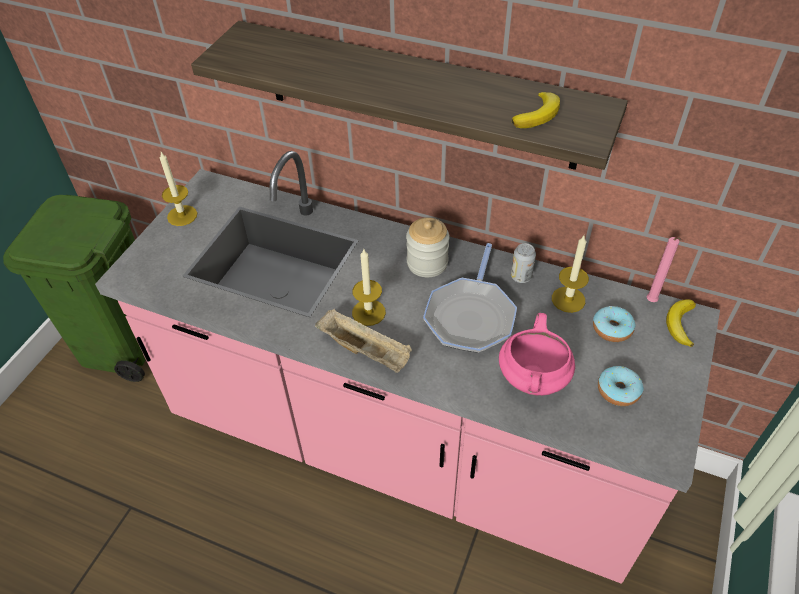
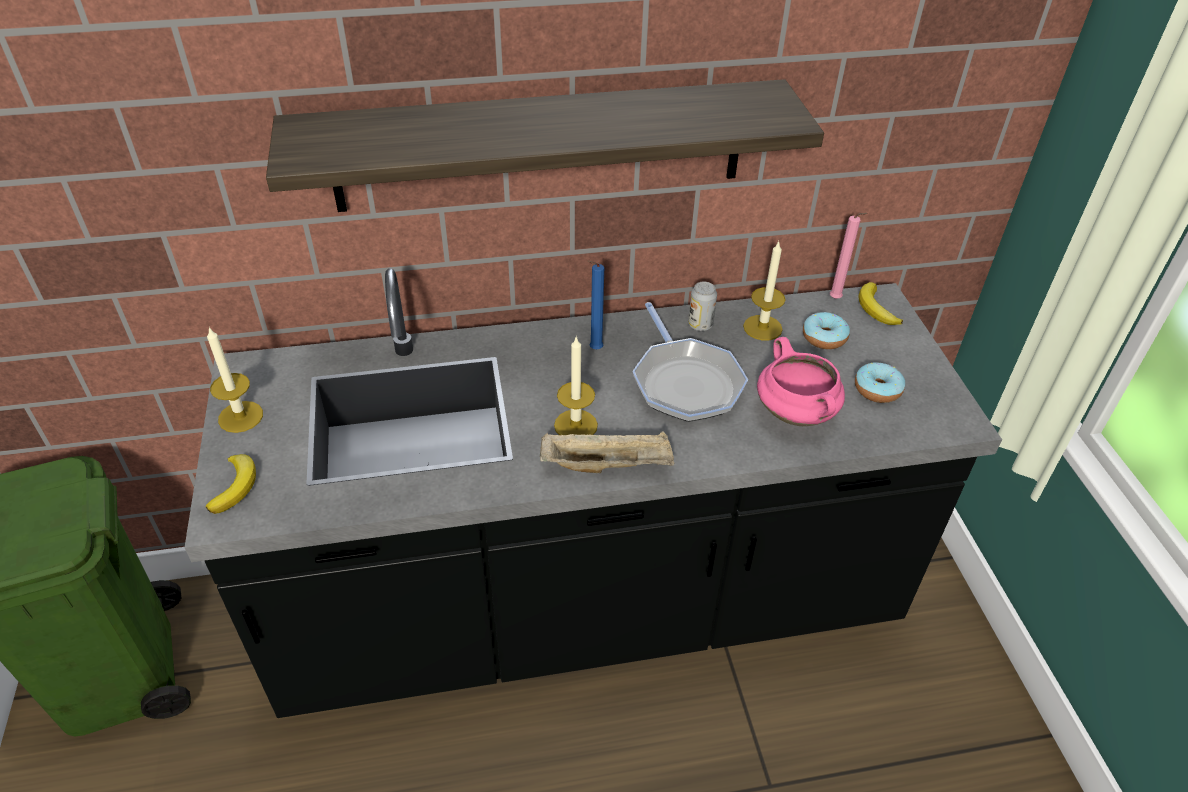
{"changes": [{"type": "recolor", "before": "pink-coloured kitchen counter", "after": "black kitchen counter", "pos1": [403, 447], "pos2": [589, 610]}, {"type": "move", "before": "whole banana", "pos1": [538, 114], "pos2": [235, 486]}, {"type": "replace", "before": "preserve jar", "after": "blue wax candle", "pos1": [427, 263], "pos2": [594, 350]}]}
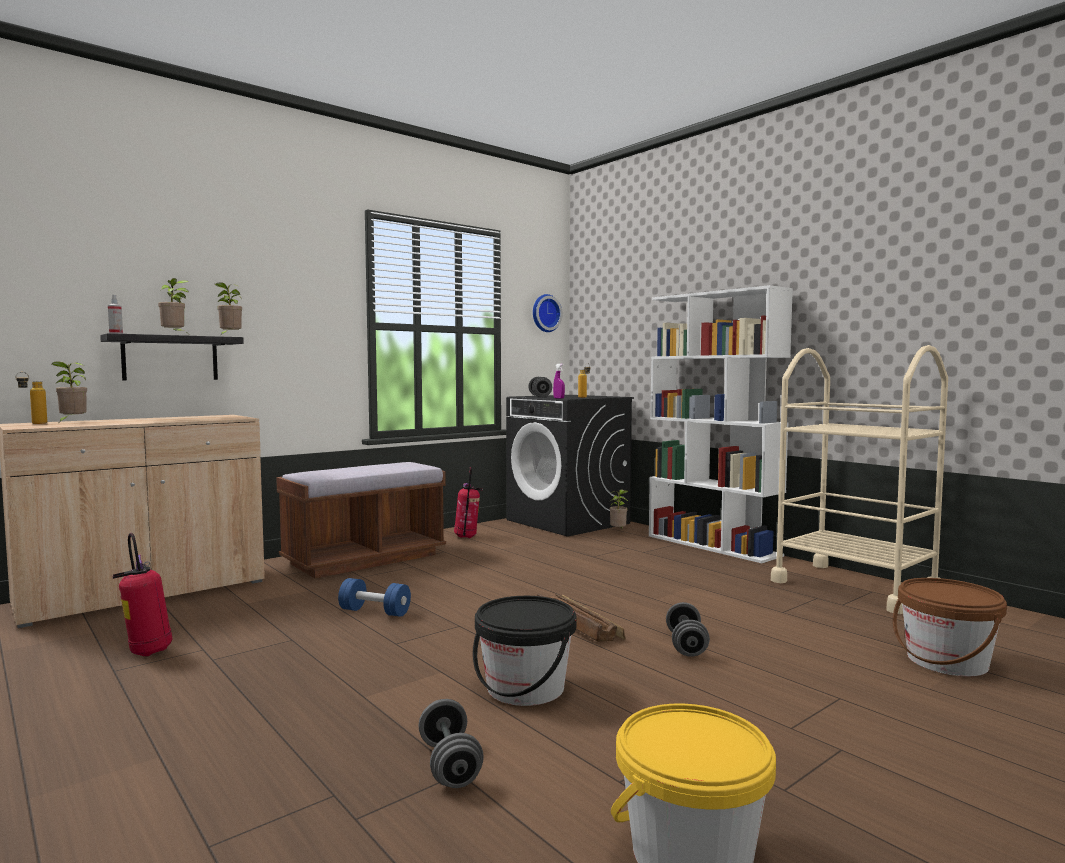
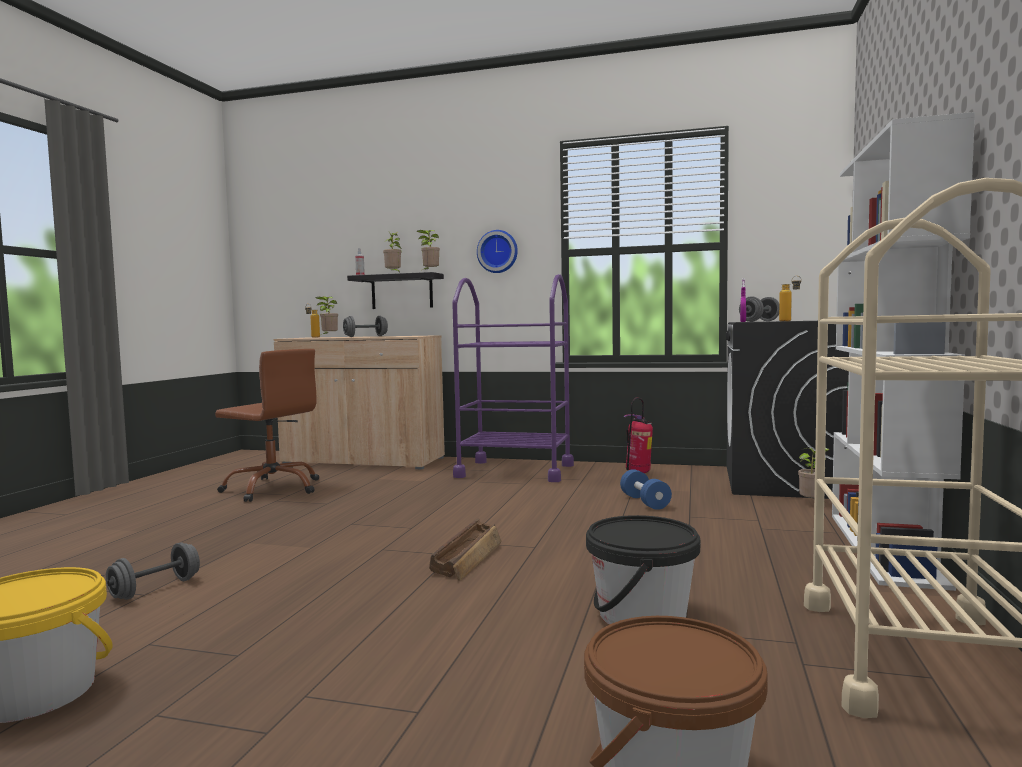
{"changes": [{"type": "replace", "before": "fire-fighting cylinder", "after": "brownish desk chair", "pos1": [147, 652], "pos2": [273, 488]}, {"type": "move", "before": "grey free weight", "pos1": [686, 645], "pos2": [365, 336]}, {"type": "replace", "before": "brownish bench", "after": "purple wheeled cart", "pos1": [365, 559], "pos2": [515, 471]}, {"type": "move", "before": "hanging clock", "pos1": [545, 313], "pos2": [498, 251]}, {"type": "move", "before": "black water bucket", "pos1": [525, 688], "pos2": [642, 615]}, {"type": "move", "before": "blue free weight", "pos1": [375, 612], "pos2": [645, 502]}]}
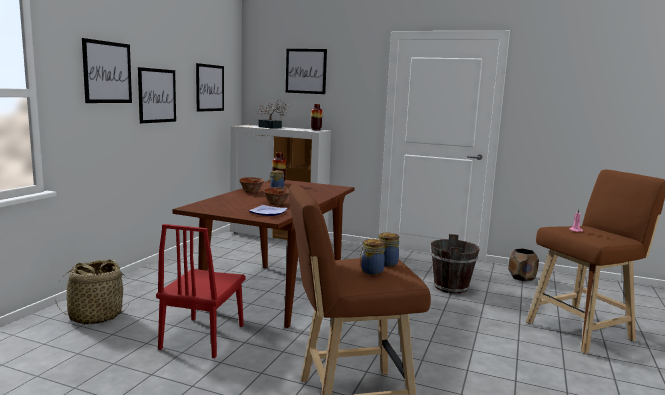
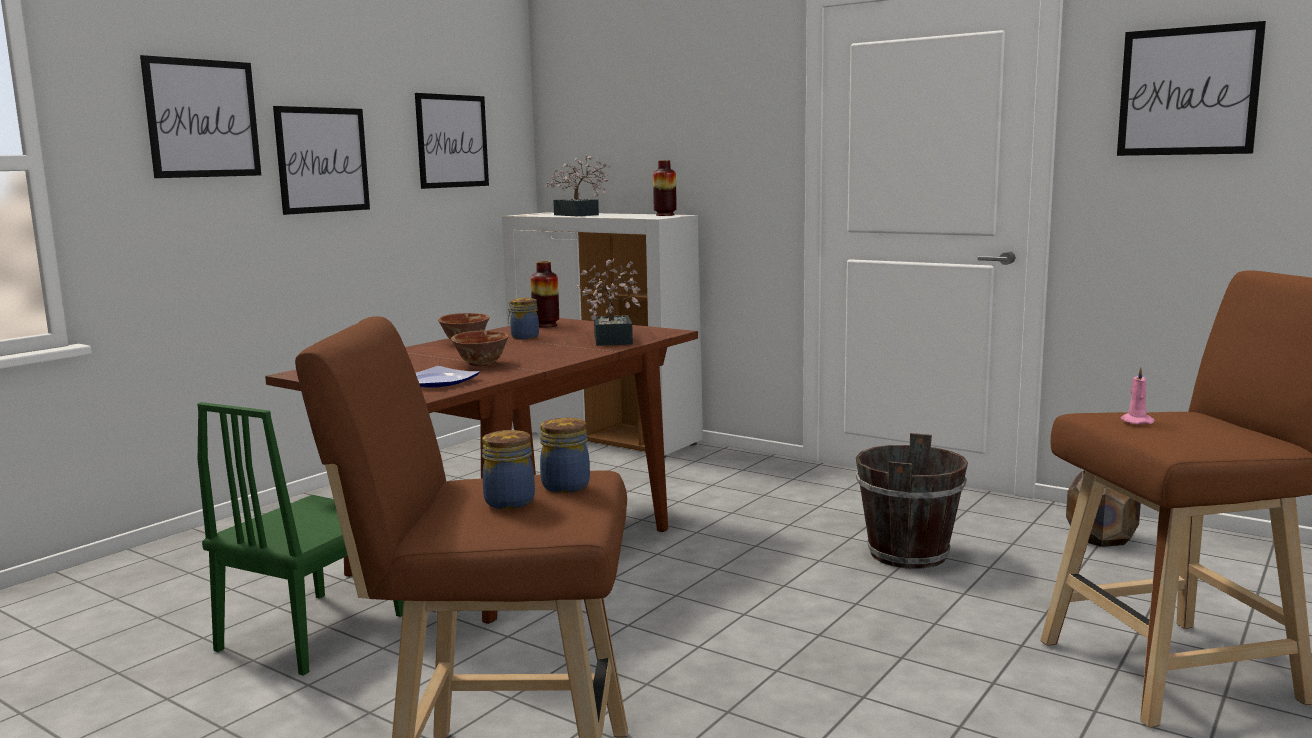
{"changes": [{"type": "recolor", "before": "reddish plain chair", "after": "green plain chair", "pos1": [203, 336], "pos2": [313, 631]}, {"type": "insert", "after": "potted plant", "pos2": [613, 338]}, {"type": "move", "before": "picture", "pos1": [306, 71], "pos2": [1188, 91]}, {"type": "delete", "before": "basket", "pos1": [95, 316]}]}
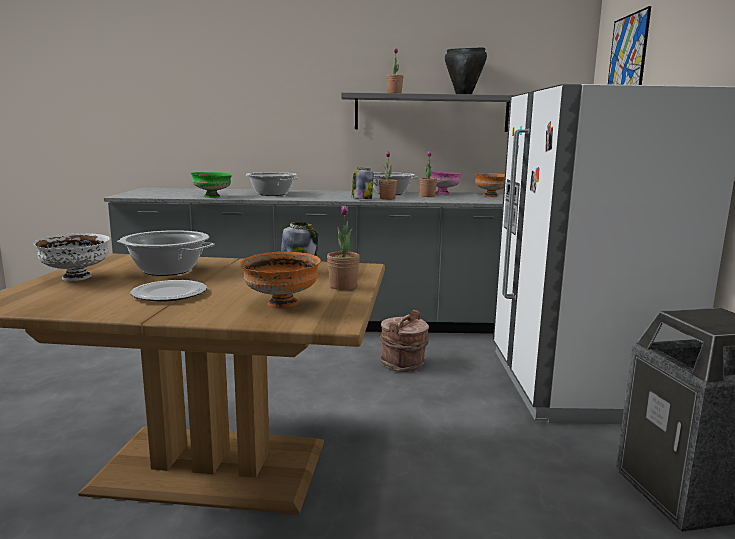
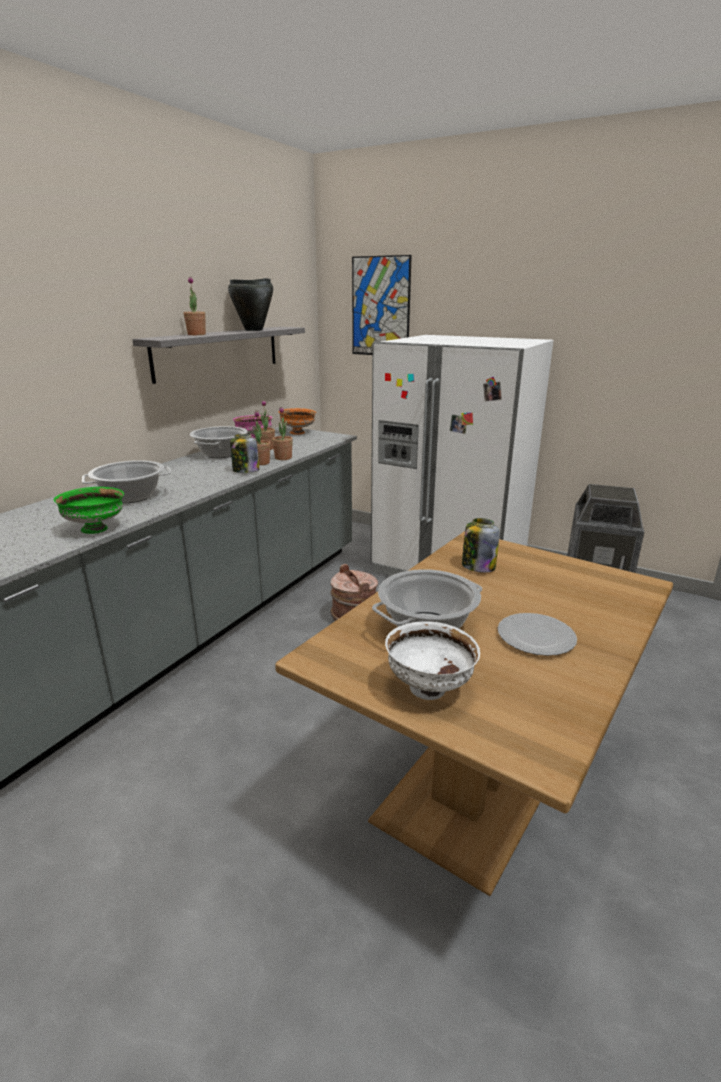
{"changes": [{"type": "move", "before": "potted plant", "pos1": [343, 286], "pos2": [283, 458]}, {"type": "delete", "before": "orange-coloured bowl", "pos1": [282, 304]}]}
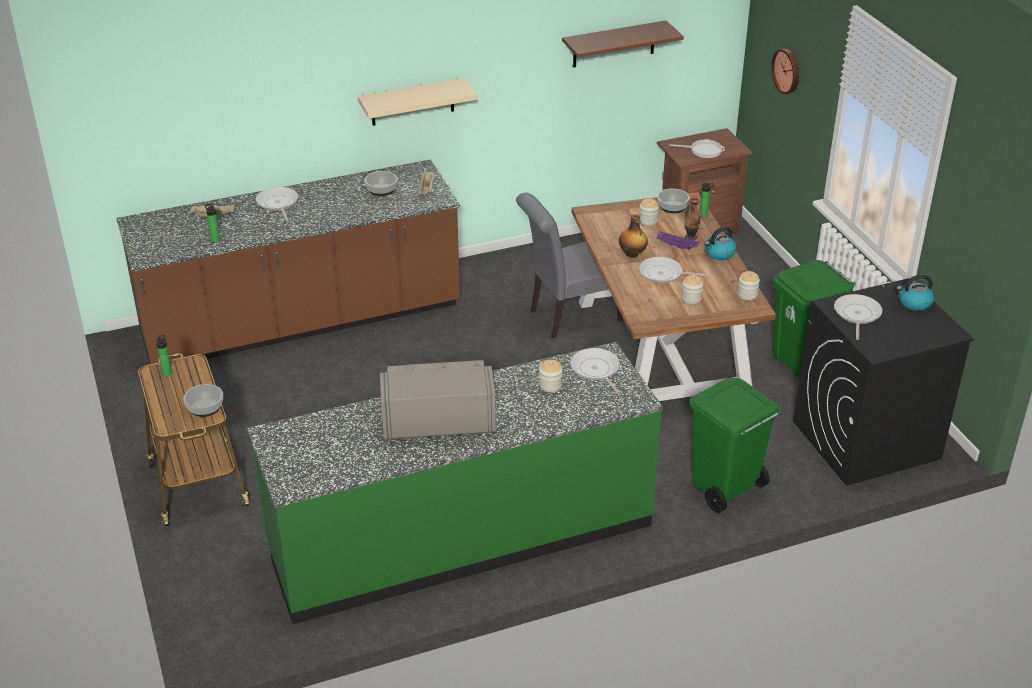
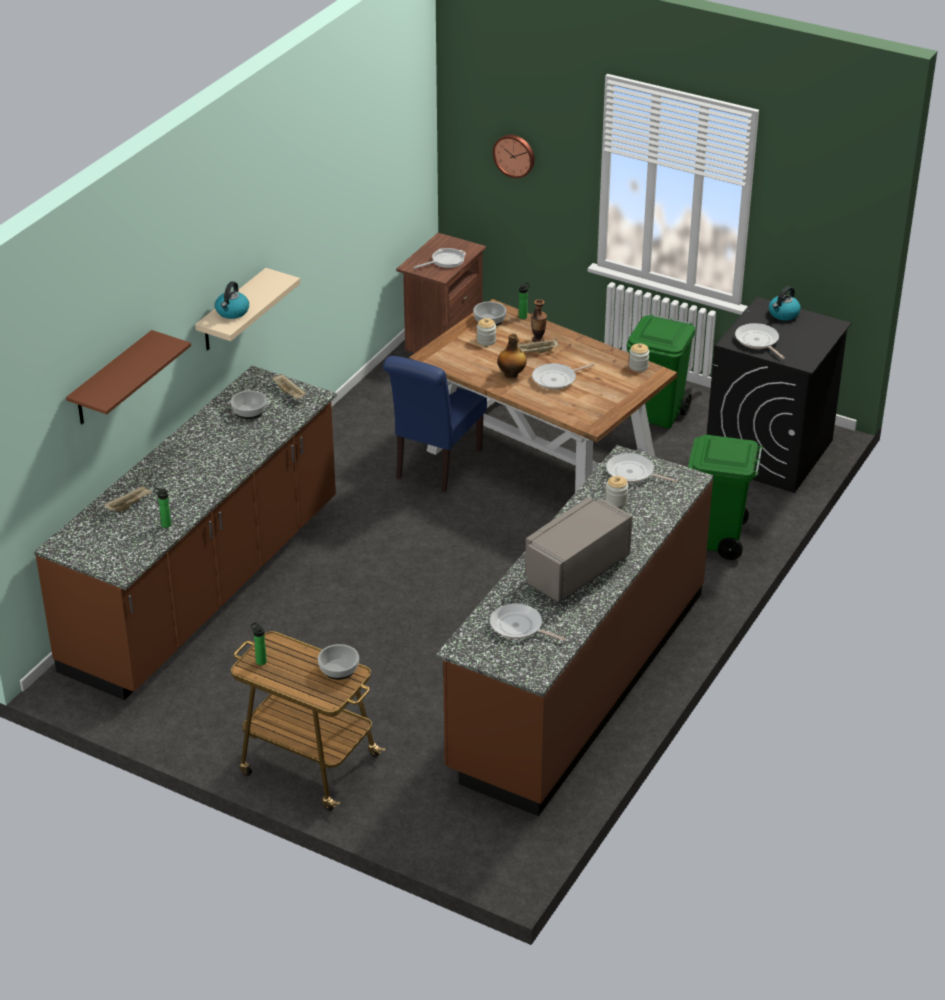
{"changes": [{"type": "move", "before": "brownish shelf", "pos1": [614, 44], "pos2": [111, 379]}, {"type": "move", "before": "kettle", "pos1": [719, 253], "pos2": [232, 312]}, {"type": "recolor", "before": "grey plain chair", "after": "blue plain chair", "pos1": [570, 316], "pos2": [435, 466]}, {"type": "recolor", "before": "green kitchen counter", "after": "brownish kitchen counter", "pos1": [461, 536], "pos2": [577, 680]}, {"type": "move", "before": "skillet", "pos1": [278, 204], "pos2": [519, 627]}, {"type": "recolor", "before": "purple carrying tray", "after": "beige-coloured carrying tray", "pos1": [676, 246], "pos2": [536, 352]}, {"type": "delete", "before": "preserve jar", "pos1": [691, 298]}]}
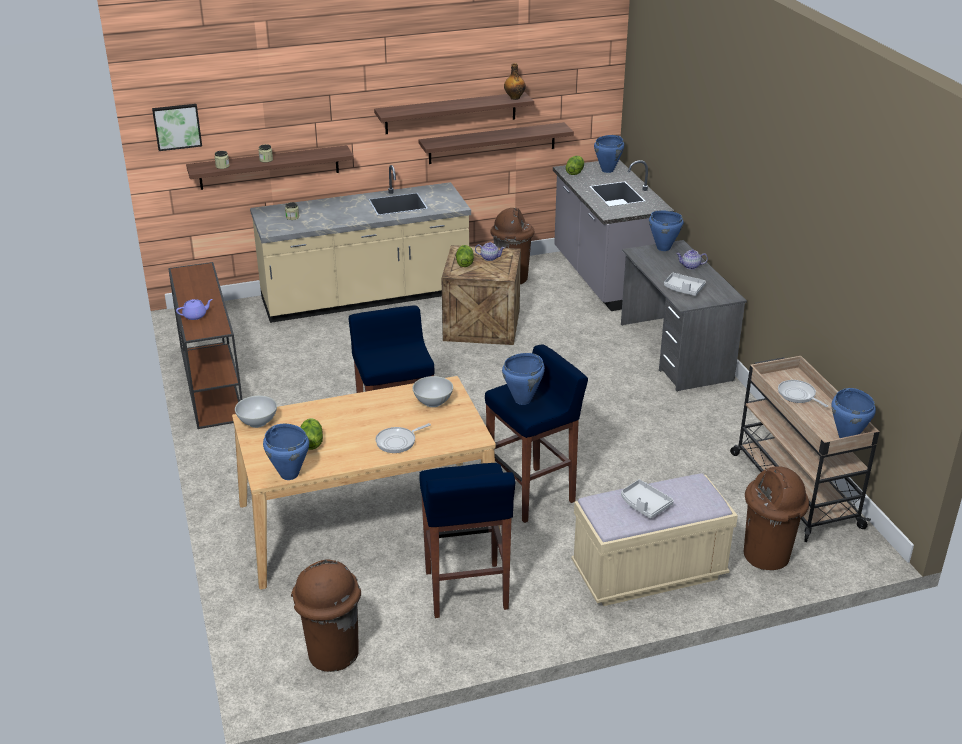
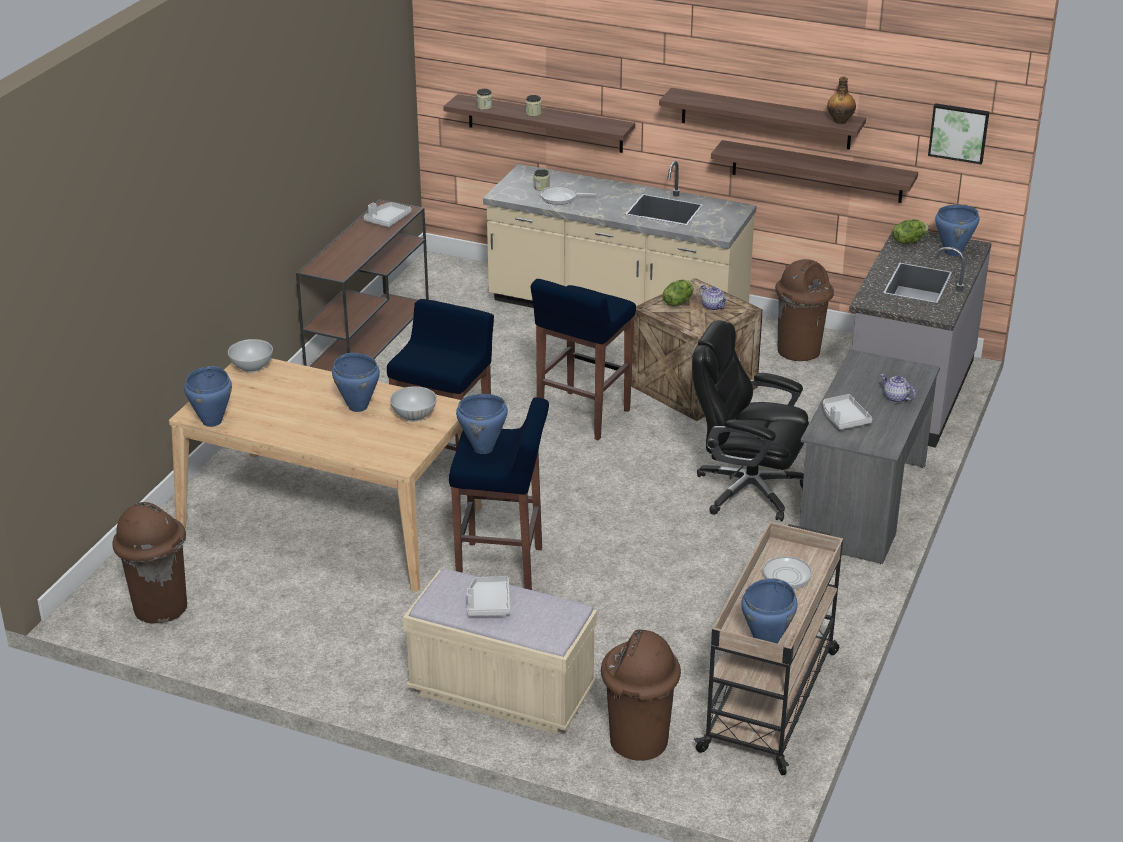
{"changes": [{"type": "move", "before": "blue cooking pot", "pos1": [663, 248], "pos2": [358, 406]}, {"type": "insert", "after": "grey carrying tray", "pos2": [387, 220]}, {"type": "move", "before": "blue stool seat", "pos1": [466, 591], "pos2": [582, 416]}, {"type": "move", "before": "skillet", "pos1": [398, 442], "pos2": [561, 198]}, {"type": "insert", "after": "black desk chair", "pos2": [747, 490]}, {"type": "move", "before": "picture", "pos1": [177, 126], "pos2": [959, 132]}, {"type": "delete", "before": "purple teapot", "pos1": [195, 316]}, {"type": "delete", "before": "lettuce", "pos1": [311, 443]}]}
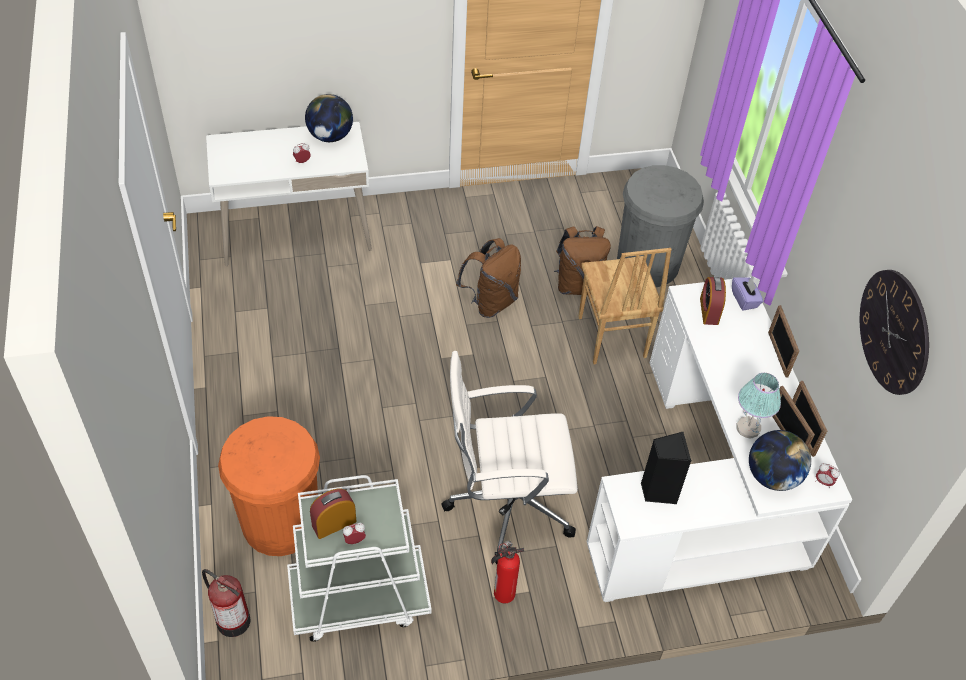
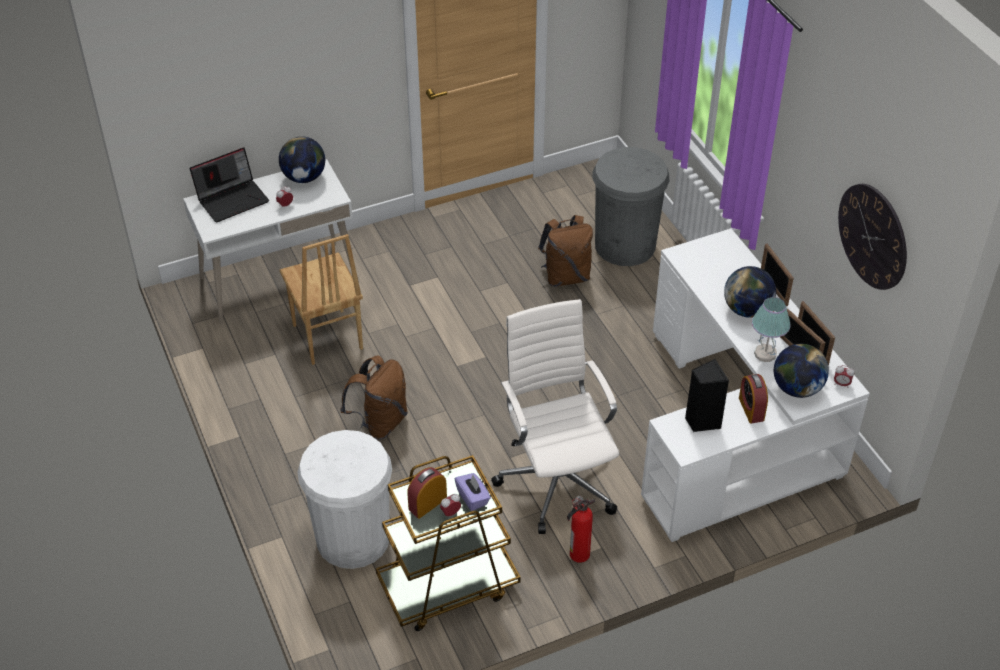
{"changes": [{"type": "insert", "after": "laptop", "pos2": [233, 199]}, {"type": "move", "before": "brownish plain chair", "pos1": [610, 337], "pos2": [326, 338]}, {"type": "recolor", "before": "orange-coloured trash can", "after": "white trash can", "pos1": [280, 522], "pos2": [353, 538]}, {"type": "move", "before": "brownish backpack", "pos1": [491, 302], "pos2": [380, 422]}, {"type": "recolor", "before": "white wheeled cart", "after": "brownish wheeled cart", "pos1": [358, 598], "pos2": [447, 586]}, {"type": "move", "before": "purple tissue holder", "pos1": [744, 300], "pos2": [473, 498]}, {"type": "rotate", "before": "white desk chair", "pos1": [506, 504], "pos2": [557, 479], "turn": 90}, {"type": "insert", "after": "world globe", "pos2": [747, 310]}, {"type": "move", "before": "alarm clock", "pos1": [709, 311], "pos2": [751, 409]}, {"type": "delete", "before": "fire-fighting cylinder", "pos1": [231, 620]}]}
